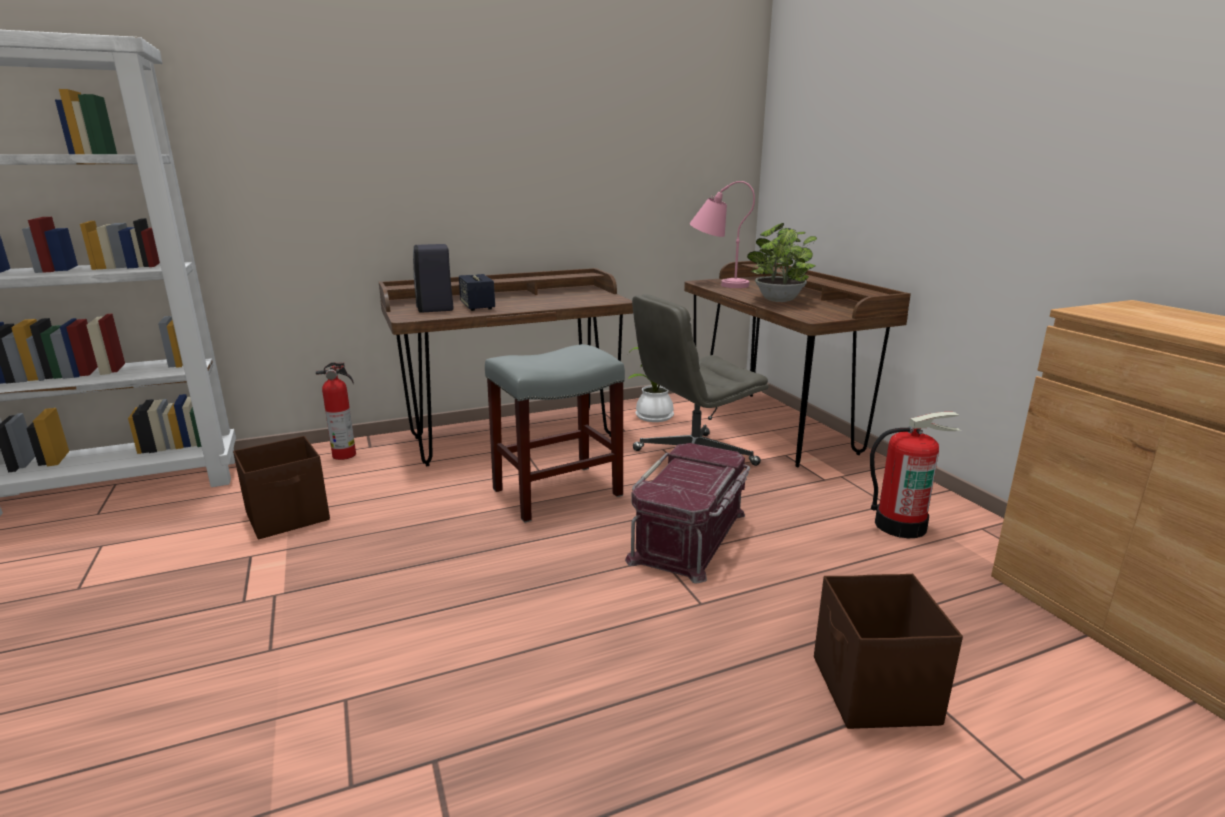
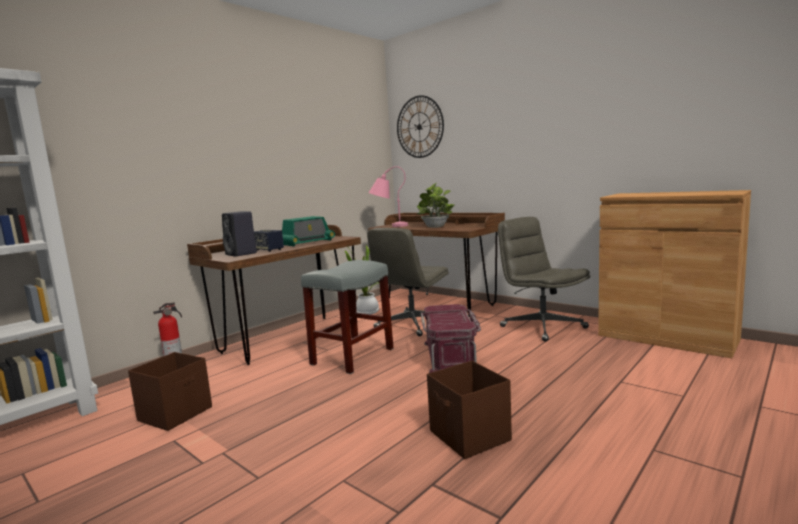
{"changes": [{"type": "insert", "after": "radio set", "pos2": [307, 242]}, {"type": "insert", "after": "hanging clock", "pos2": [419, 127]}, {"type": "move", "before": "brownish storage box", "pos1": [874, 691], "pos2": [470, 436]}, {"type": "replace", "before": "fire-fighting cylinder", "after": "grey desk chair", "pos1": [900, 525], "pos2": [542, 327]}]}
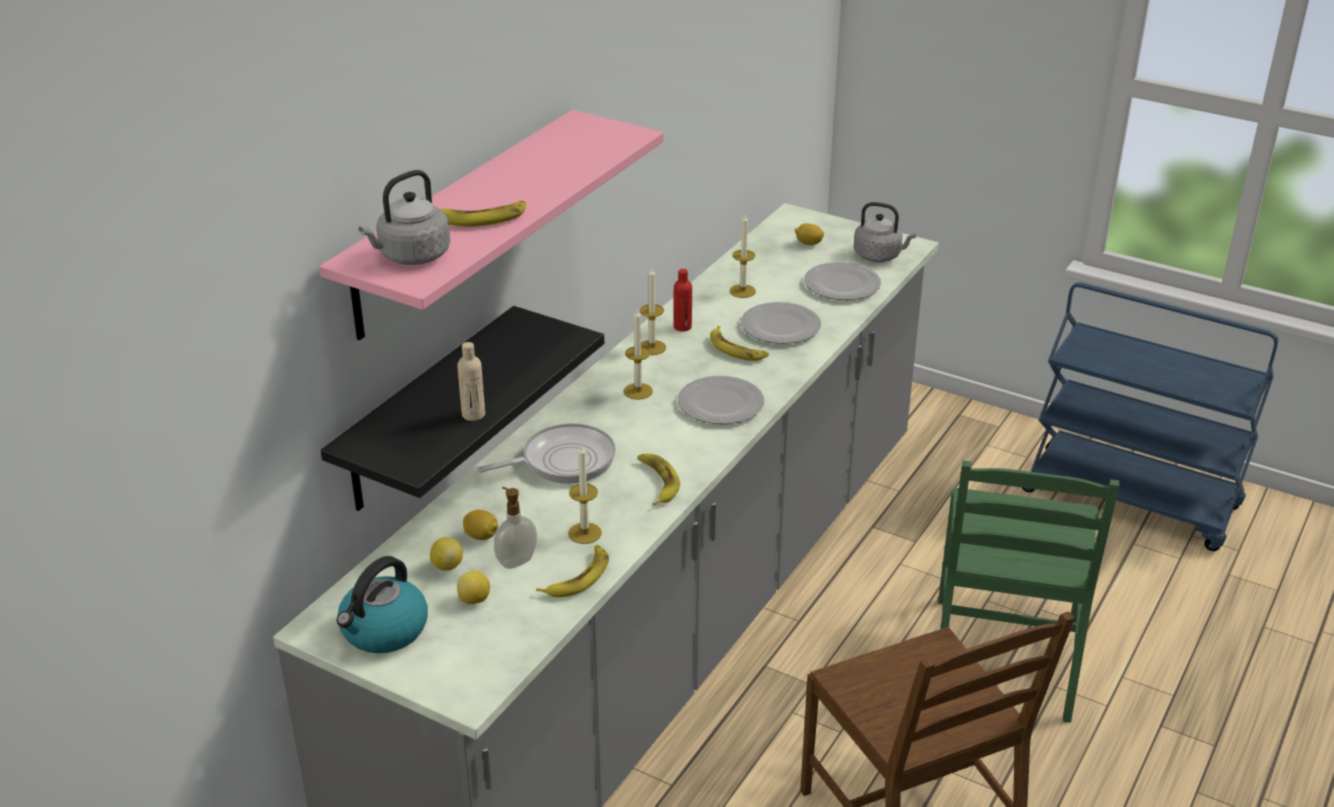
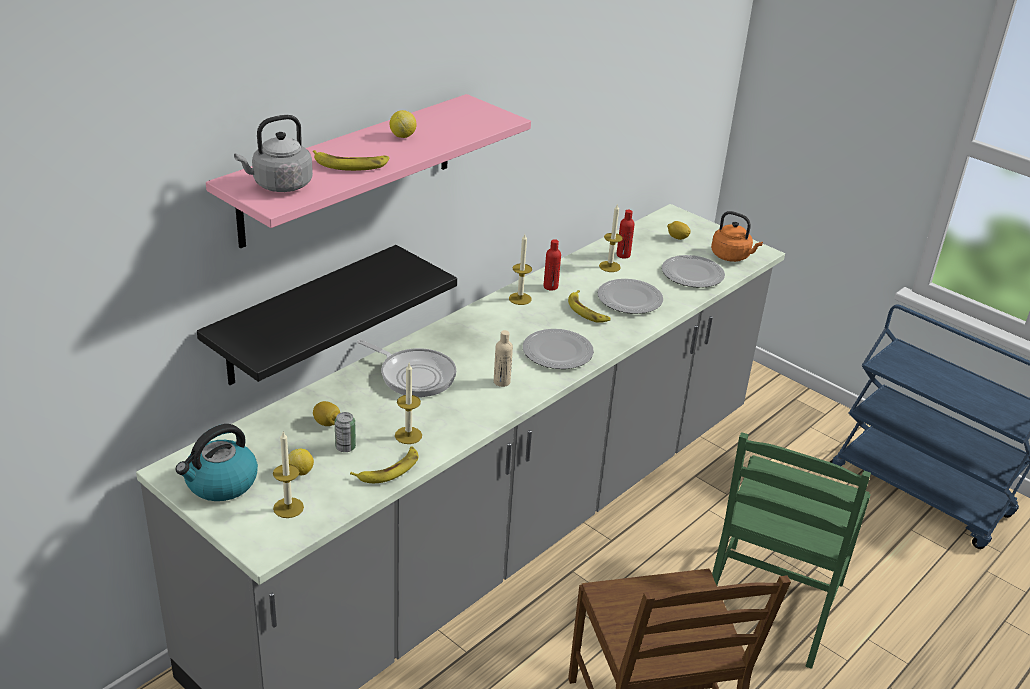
{"changes": [{"type": "move", "before": "wax candle", "pos1": [638, 391], "pos2": [288, 507]}, {"type": "replace", "before": "liquid soap bottle", "after": "sealed can", "pos1": [516, 561], "pos2": [345, 447]}, {"type": "rotate", "before": "skillet", "pos1": [563, 461], "pos2": [414, 375], "turn": 45}, {"type": "move", "before": "whole lemon", "pos1": [447, 565], "pos2": [402, 136]}, {"type": "move", "before": "beige-coloured beverage bottle", "pos1": [473, 414], "pos2": [502, 382]}, {"type": "insert", "after": "reddish beverage bottle", "pos2": [623, 255]}, {"type": "recolor", "before": "grey kettle", "after": "orange-coloured kettle", "pos1": [879, 256], "pos2": [732, 256]}, {"type": "delete", "before": "whole banana", "pos1": [657, 482]}]}
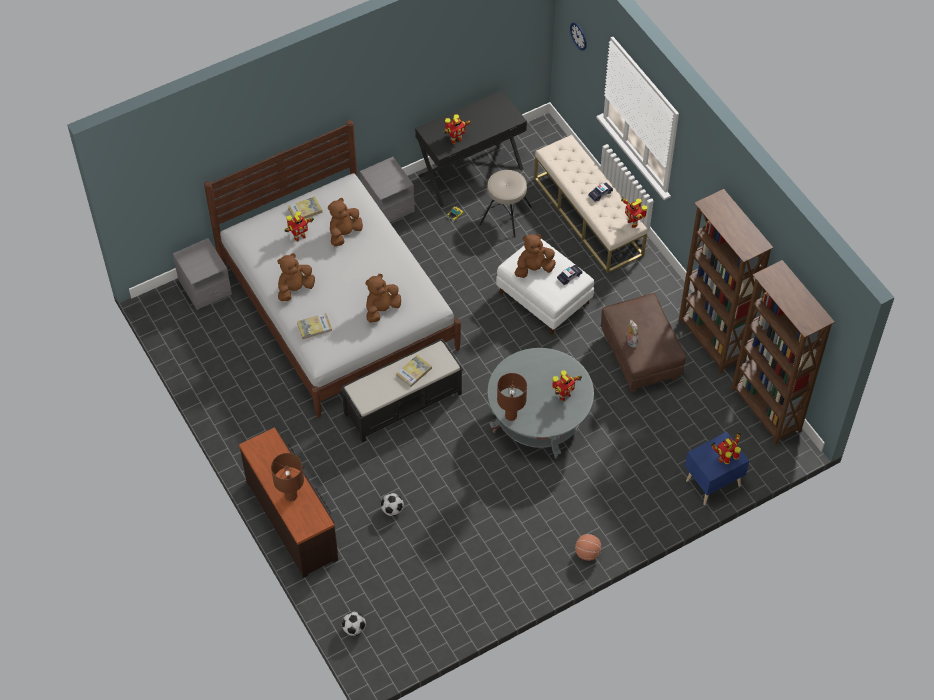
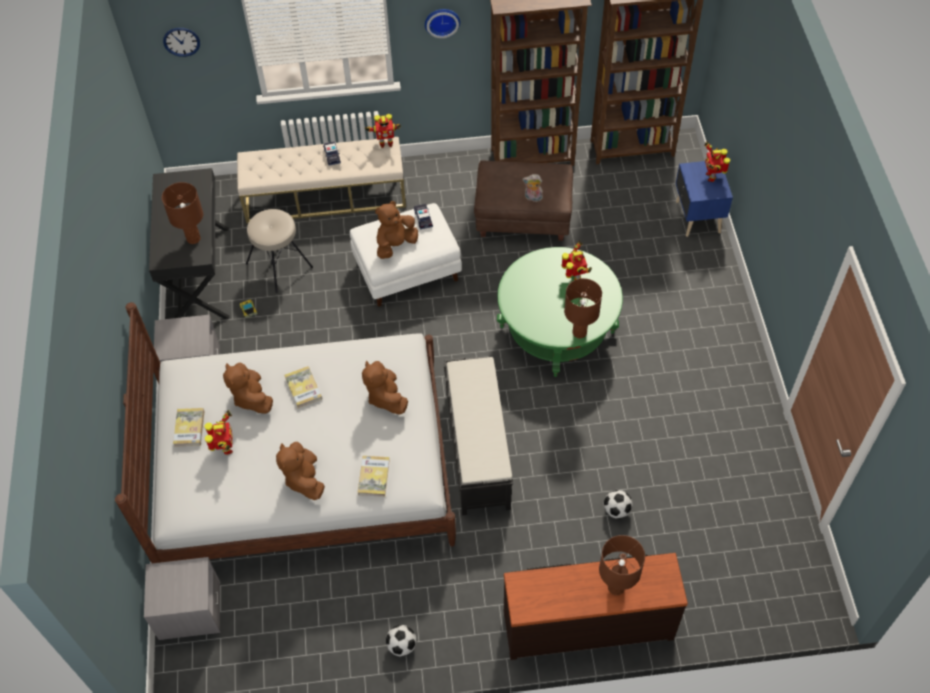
{"changes": [{"type": "replace", "before": "robot figure", "after": "brownish lamp for a table", "pos1": [455, 139], "pos2": [193, 238]}, {"type": "move", "before": "volume", "pos1": [414, 372], "pos2": [303, 388]}, {"type": "rotate", "before": "brownish plush toy", "pos1": [534, 269], "pos2": [395, 245], "turn": 45}, {"type": "move", "before": "ball for football", "pos1": [354, 628], "pos2": [402, 646]}, {"type": "insert", "after": "hanging clock", "pos2": [442, 21]}, {"type": "recolor", "before": "grey lounge table", "after": "green lounge table", "pos1": [539, 418], "pos2": [557, 329]}, {"type": "delete", "before": "basketball", "pos1": [587, 553]}]}
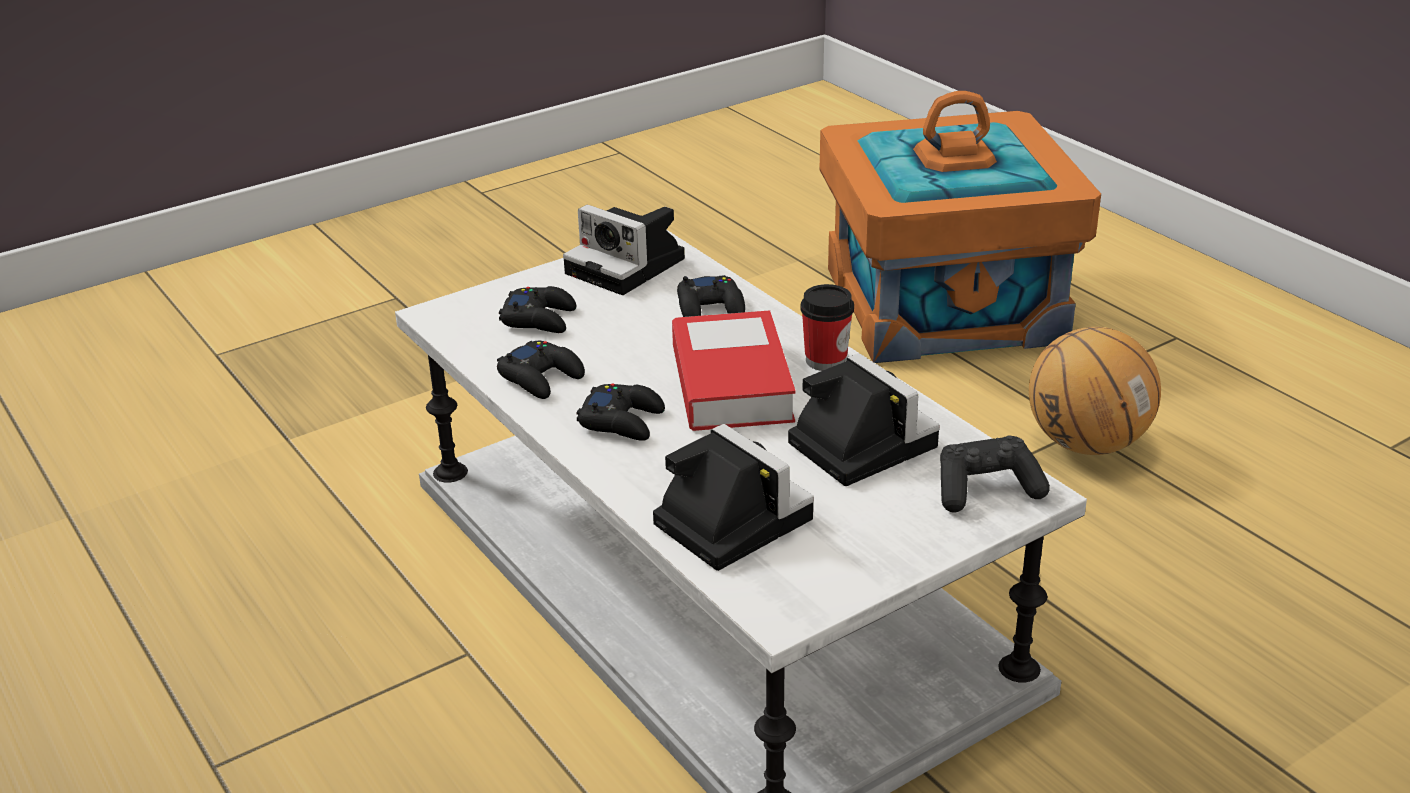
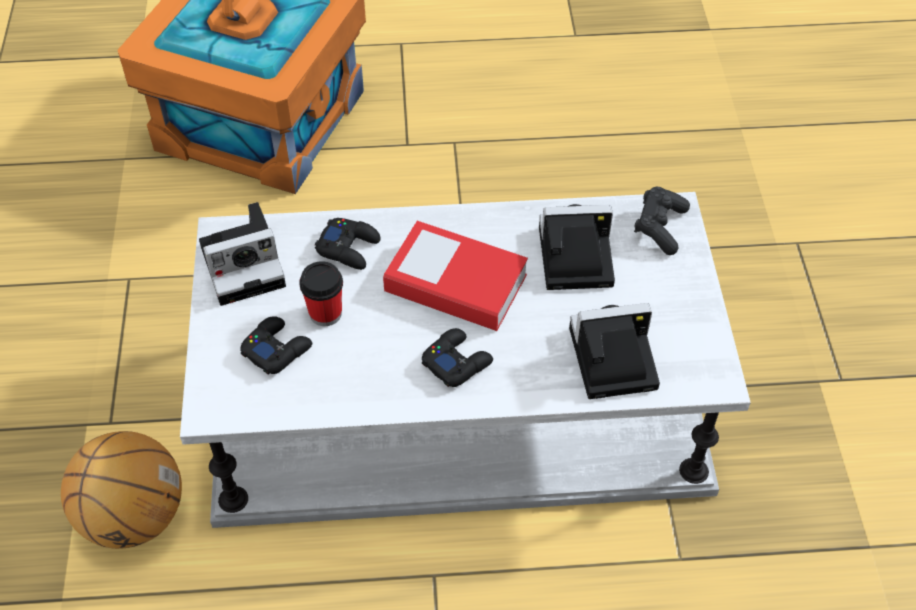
{"changes": [{"type": "move", "before": "basketball", "pos1": [1086, 443], "pos2": [133, 517]}, {"type": "move", "before": "drinking cup", "pos1": [825, 360], "pos2": [325, 313]}, {"type": "delete", "before": "black gamepad", "pos1": [541, 377]}]}
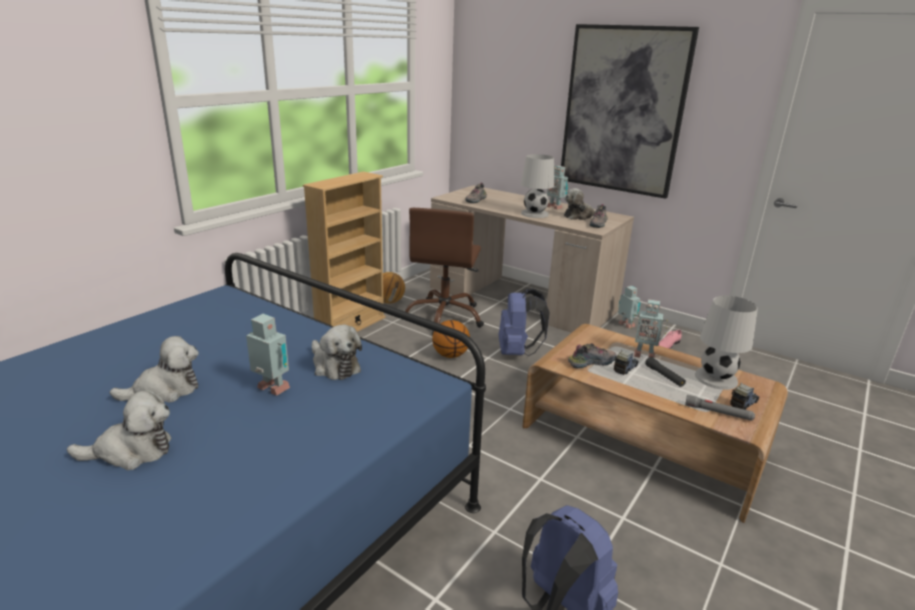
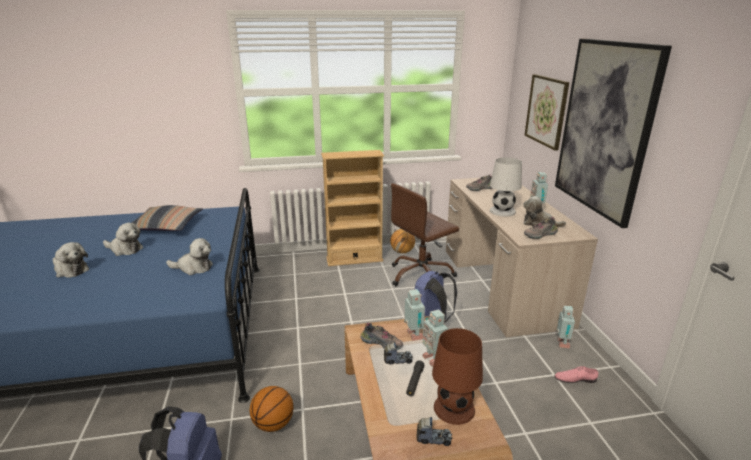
{"changes": [{"type": "insert", "after": "throw pillow", "pos2": [166, 226]}, {"type": "rotate", "before": "plush toy", "pos1": [334, 366], "pos2": [193, 268], "turn": -90}, {"type": "move", "before": "basketball", "pos1": [450, 355], "pos2": [273, 424]}, {"type": "move", "before": "robot figure", "pos1": [272, 390], "pos2": [413, 336]}, {"type": "recolor", "before": "white lamp for a table", "after": "brownish lamp for a table", "pos1": [716, 378], "pos2": [454, 409]}, {"type": "insert", "after": "picture", "pos2": [546, 111]}, {"type": "delete", "before": "grey torch", "pos1": [718, 412]}]}
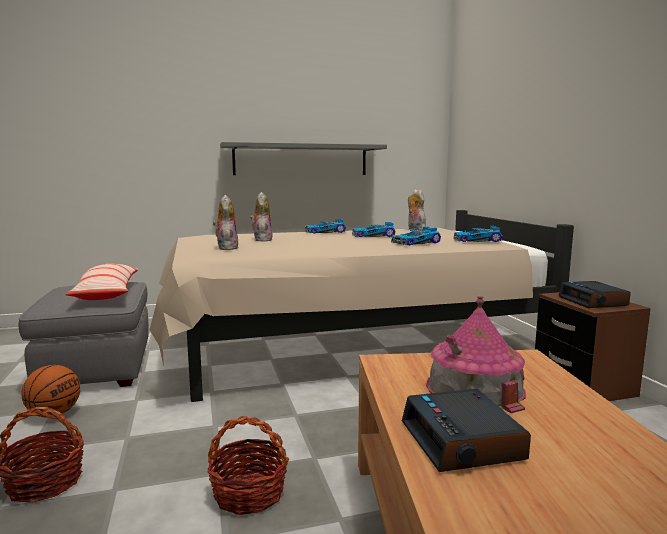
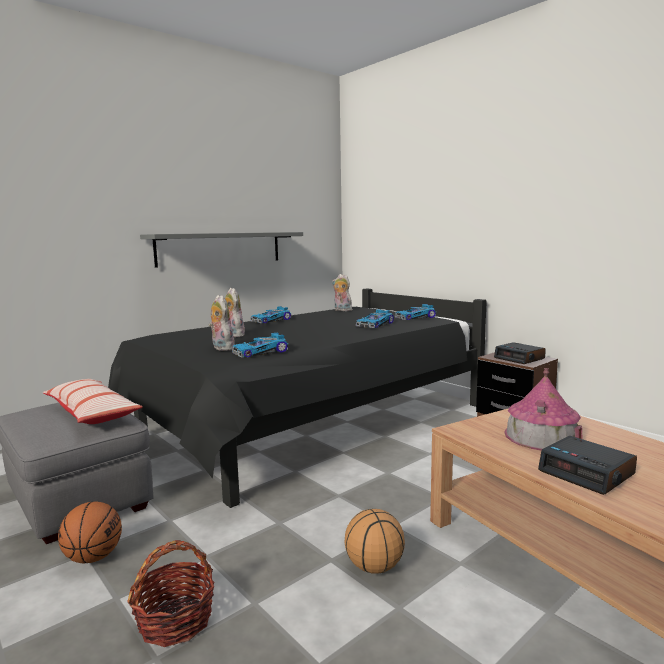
{"changes": [{"type": "recolor", "before": "beige-coloured bed", "after": "black bed", "pos1": [346, 342], "pos2": [310, 423]}, {"type": "move", "before": "miniature car", "pos1": [373, 236], "pos2": [260, 352]}, {"type": "replace", "before": "basket", "after": "basketball", "pos1": [248, 493], "pos2": [374, 567]}]}
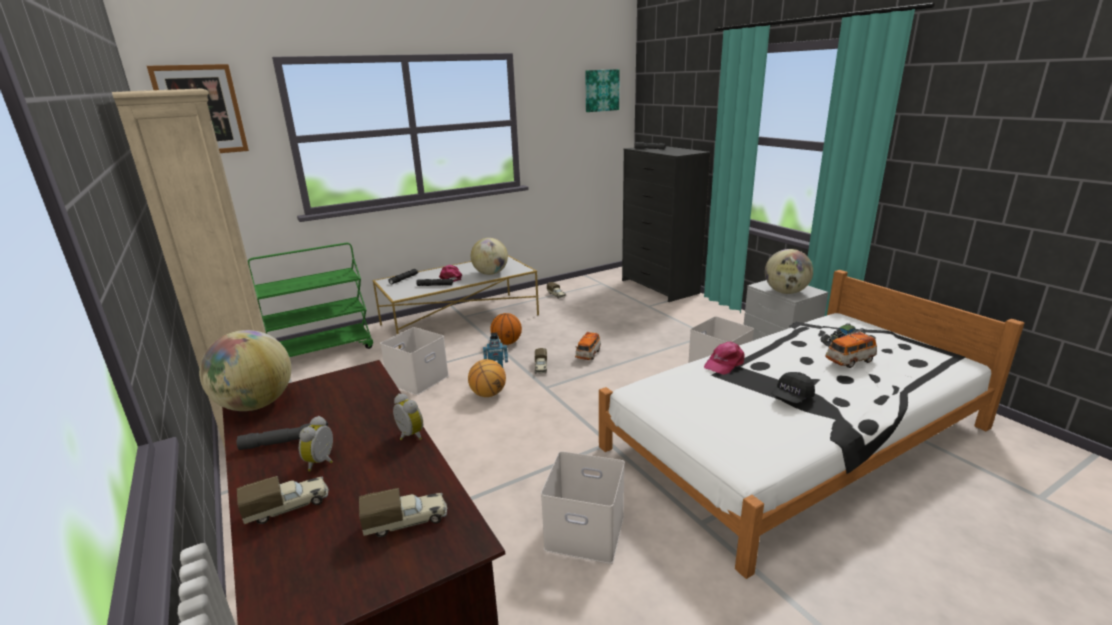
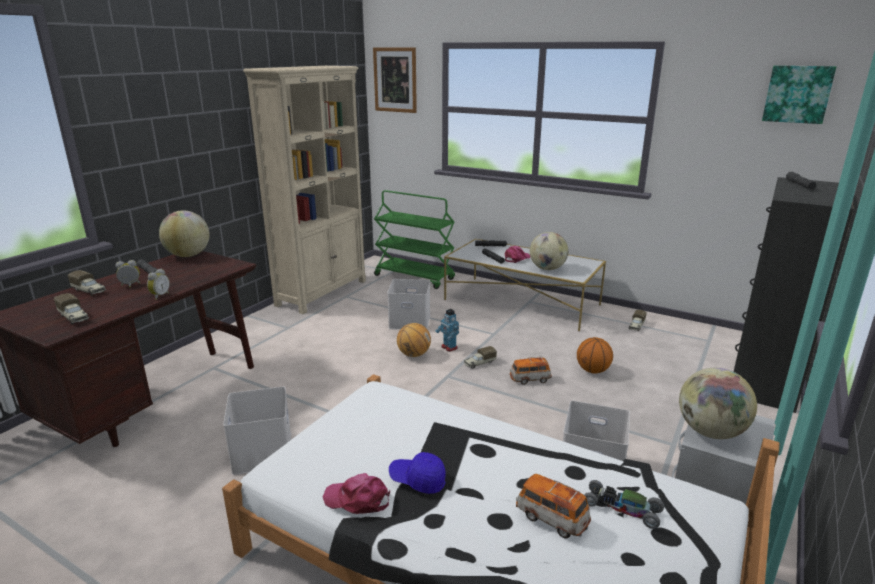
{"changes": [{"type": "move", "before": "pink-coloured peaked cap", "pos1": [724, 364], "pos2": [357, 499]}, {"type": "recolor", "before": "black peaked cap", "after": "blue peaked cap", "pos1": [791, 397], "pos2": [417, 480]}, {"type": "move", "before": "basketball", "pos1": [507, 343], "pos2": [593, 370]}]}
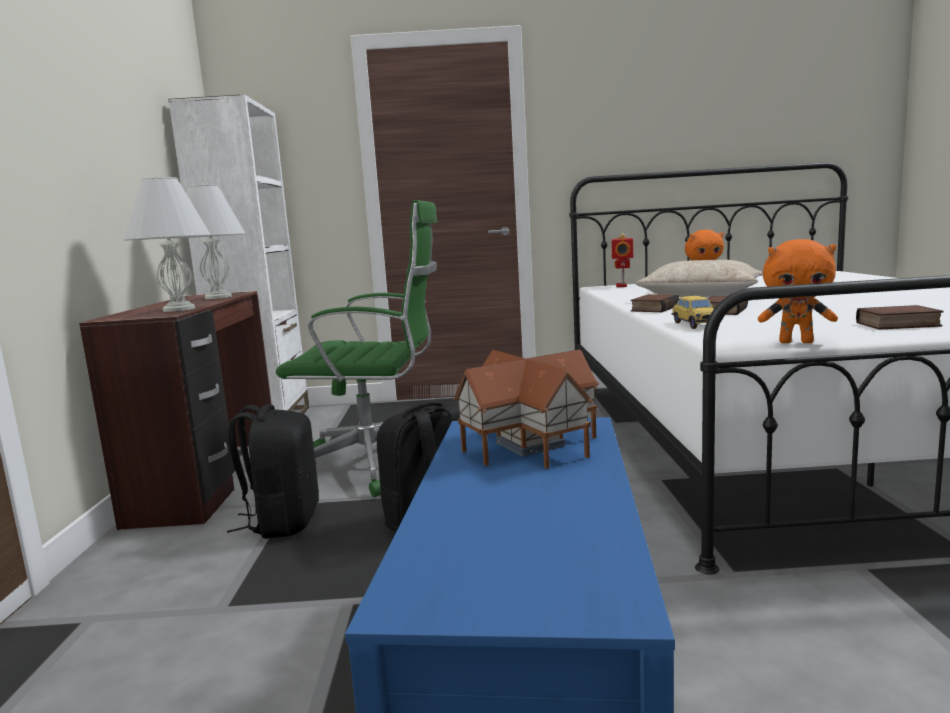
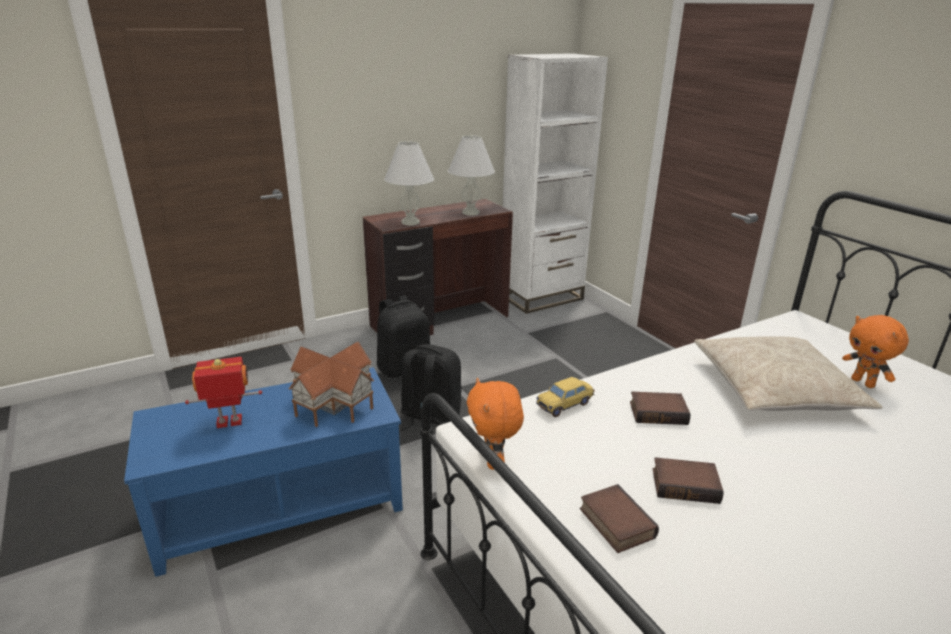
{"changes": [{"type": "move", "before": "robot figure", "pos1": [622, 286], "pos2": [229, 423]}, {"type": "move", "before": "volume", "pos1": [653, 308], "pos2": [686, 484]}, {"type": "delete", "before": "green desk chair", "pos1": [376, 465]}]}
